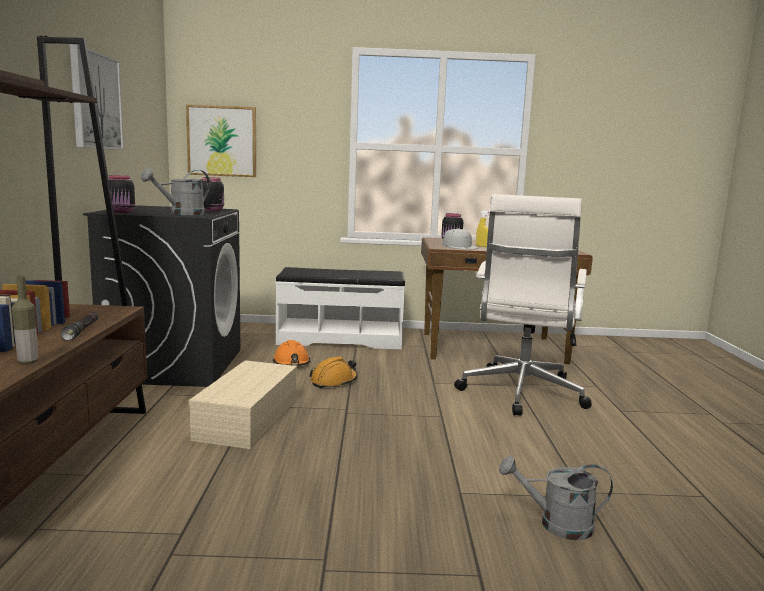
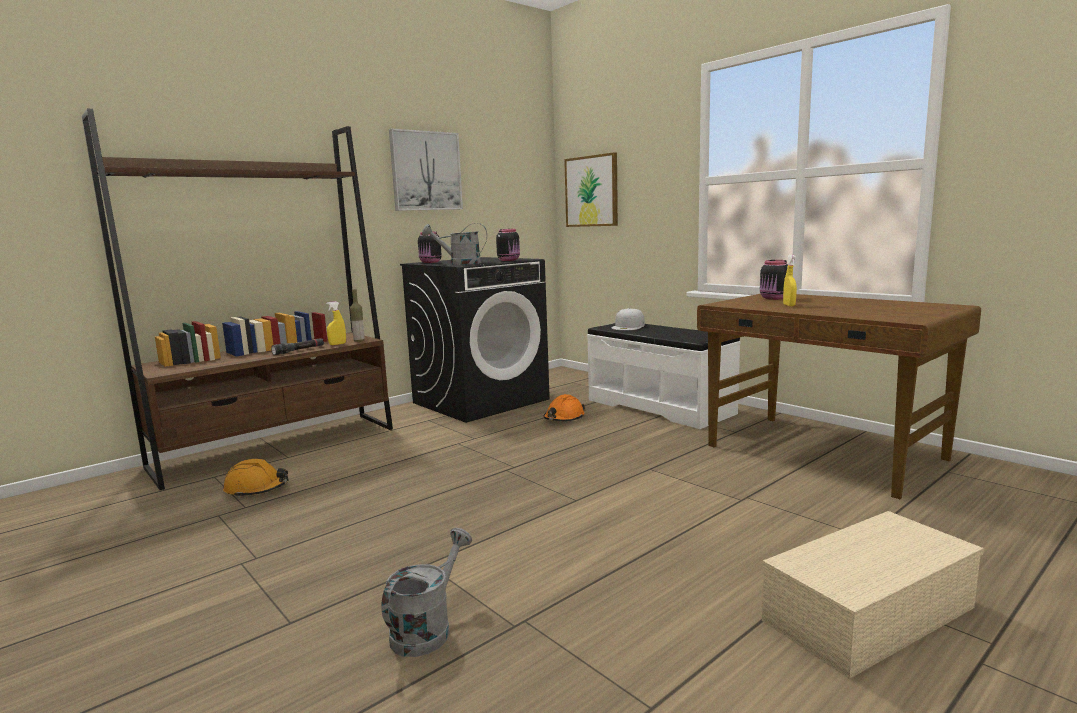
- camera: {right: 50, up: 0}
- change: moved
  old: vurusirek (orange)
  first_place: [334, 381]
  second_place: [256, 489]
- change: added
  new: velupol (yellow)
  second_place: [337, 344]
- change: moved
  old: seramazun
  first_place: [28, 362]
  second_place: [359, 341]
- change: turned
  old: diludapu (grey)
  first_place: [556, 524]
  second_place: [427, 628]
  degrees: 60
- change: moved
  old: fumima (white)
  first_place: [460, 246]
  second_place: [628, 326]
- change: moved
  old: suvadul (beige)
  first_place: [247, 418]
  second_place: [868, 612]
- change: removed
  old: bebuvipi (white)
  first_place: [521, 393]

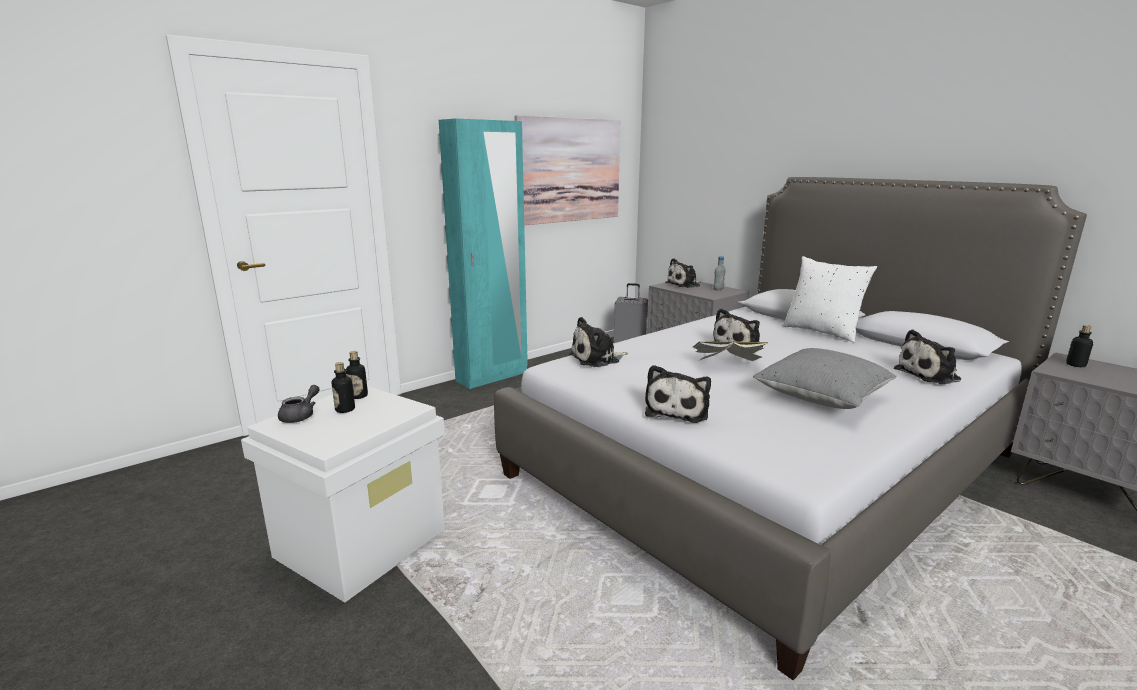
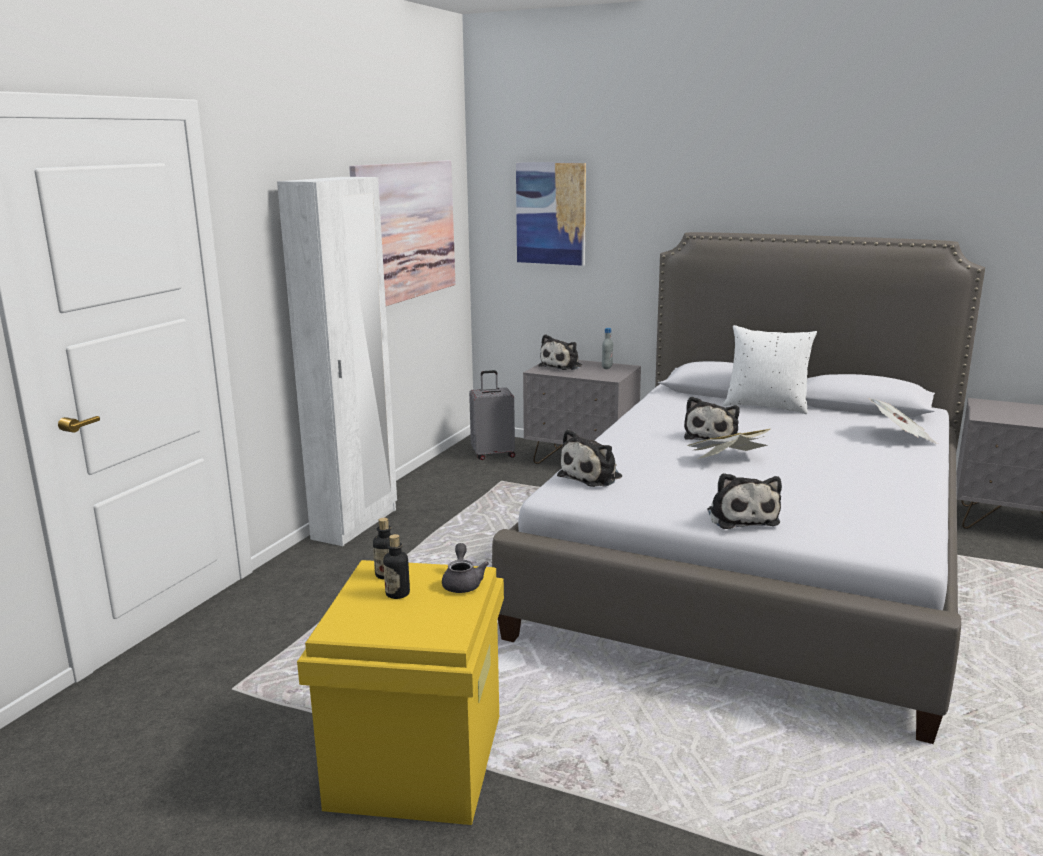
- camera: {right: -25, up: 0}
- change: recoloured
  old: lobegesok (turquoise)
  new: lobegesok (white)
  first_place: [492, 377]
  second_place: [356, 524]
- change: recoloured
  old: suvadul (white)
  new: suvadul (yellow)
  first_place: [362, 542]
  second_place: [416, 759]
- change: moved
  old: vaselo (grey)
  first_place: [301, 416]
  second_place: [462, 583]
- change: added
  new: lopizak
  second_place: [551, 213]
- change: replaced
  old: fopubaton
  new: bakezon
  first_place: [930, 375]
  second_place: [901, 438]
- change: removed
  old: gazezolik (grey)
  first_place: [821, 397]
- change: removed
  old: seramazun
  first_place: [1075, 365]

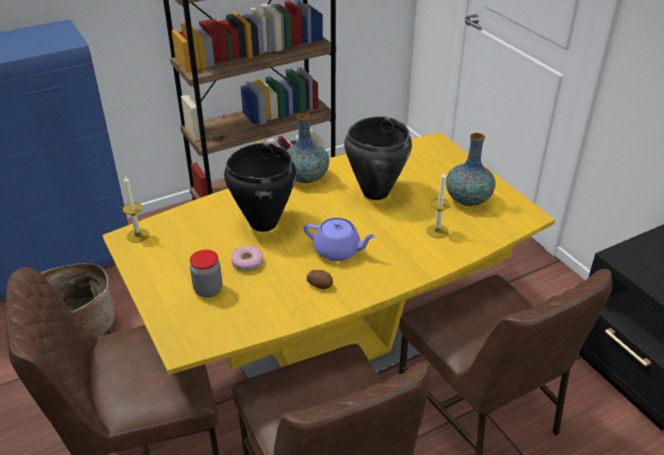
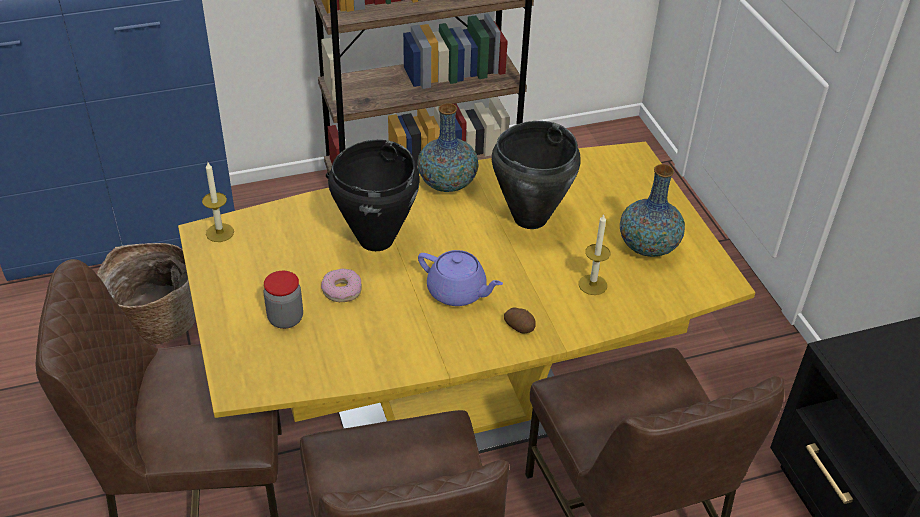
- camera: {right: 10, up: 5}
- change: moved
  old: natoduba
  first_place: [320, 285]
  second_place: [519, 326]

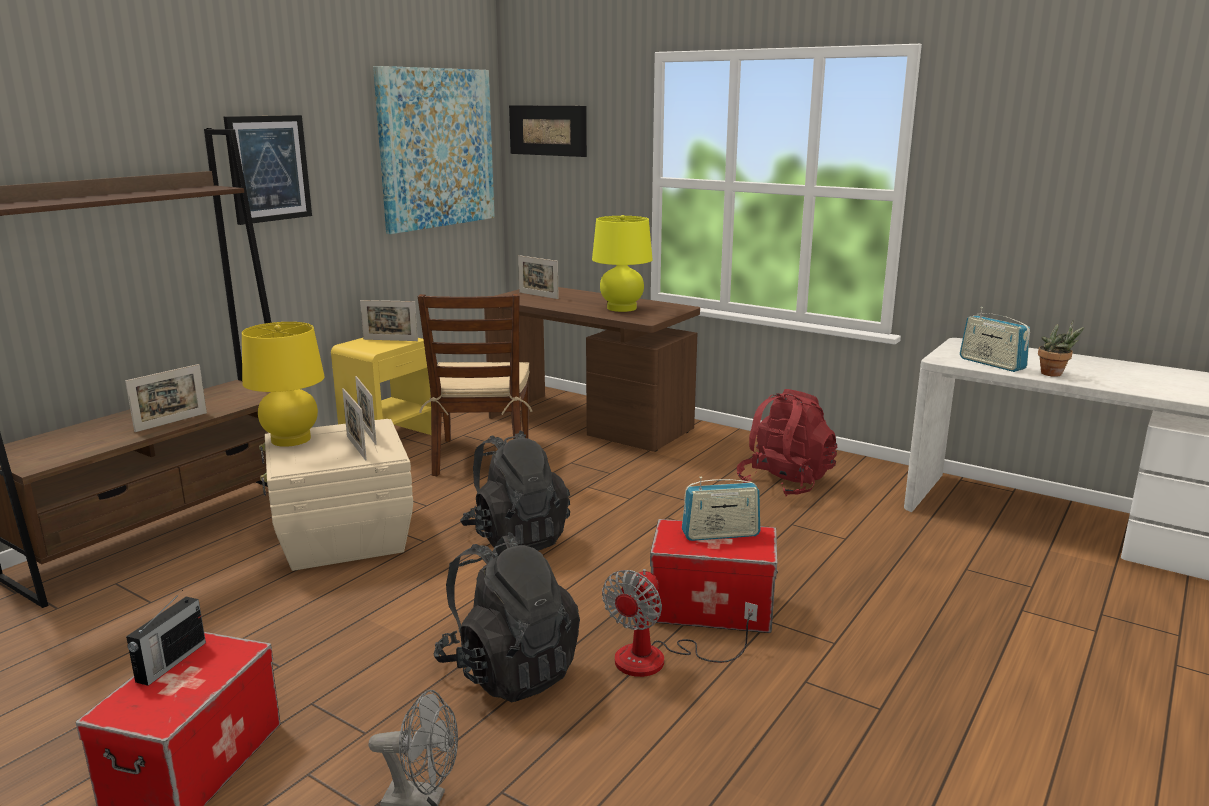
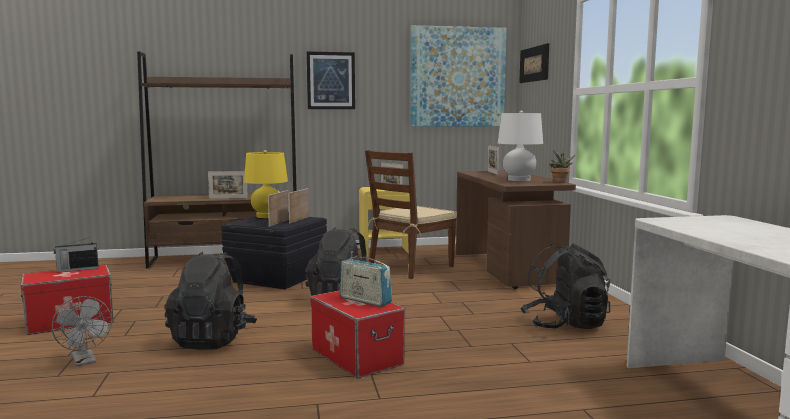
- camera: {right: 45, up: -10}
- change: recoloured
  old: suvadul (beige)
  new: suvadul (black)
  first_place: [342, 538]
  second_place: [276, 278]
- change: recoloured
  old: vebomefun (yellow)
  new: vebomefun (white)
  first_place: [621, 308]
  second_place: [519, 180]
- change: recoloured
  old: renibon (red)
  new: renibon (black)
  first_place: [785, 483]
  second_place: [564, 325]
- change: moved
  old: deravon
  first_place: [1054, 374]
  second_place: [559, 182]
- change: removed
  old: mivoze
  first_place: [658, 659]
- change: removed
  old: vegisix
  first_place: [991, 364]

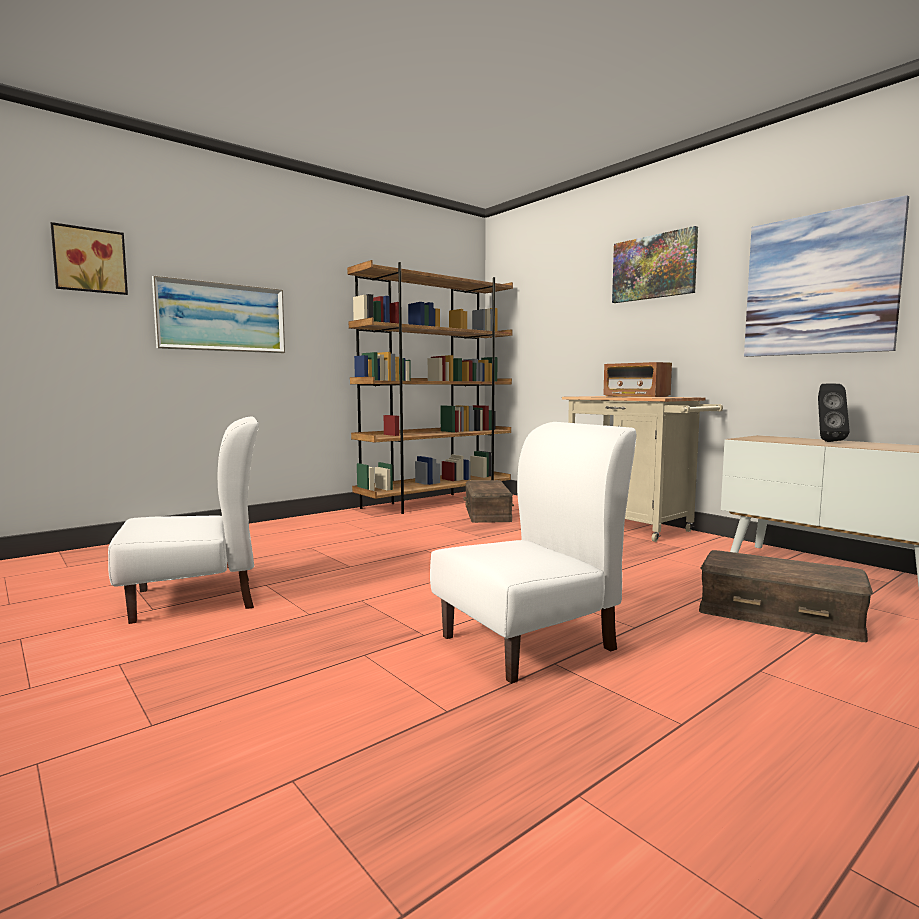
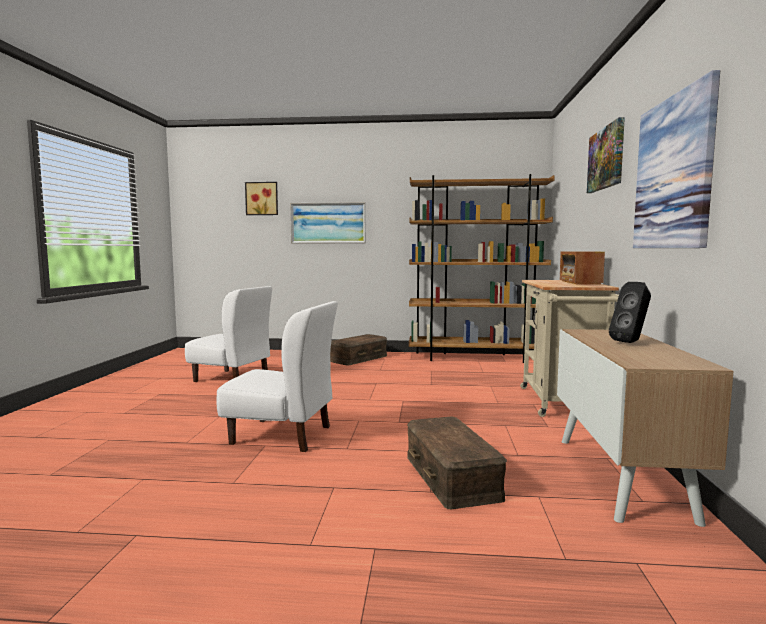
- camera: {right: 45, up: 0}
- change: moved
  old: suvadul (brown)
  first_place: [486, 513]
  second_place: [358, 358]

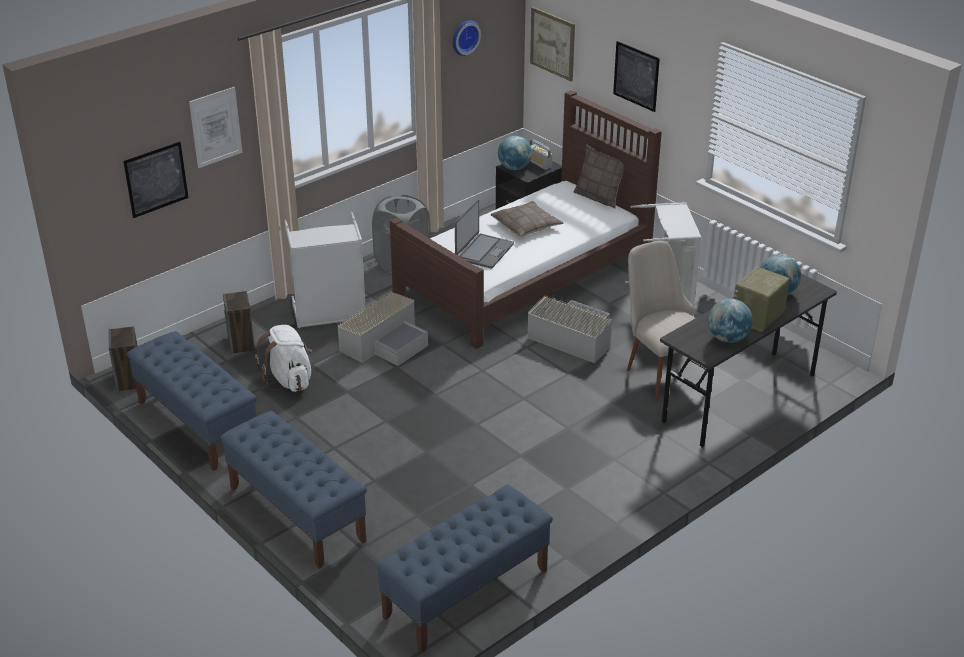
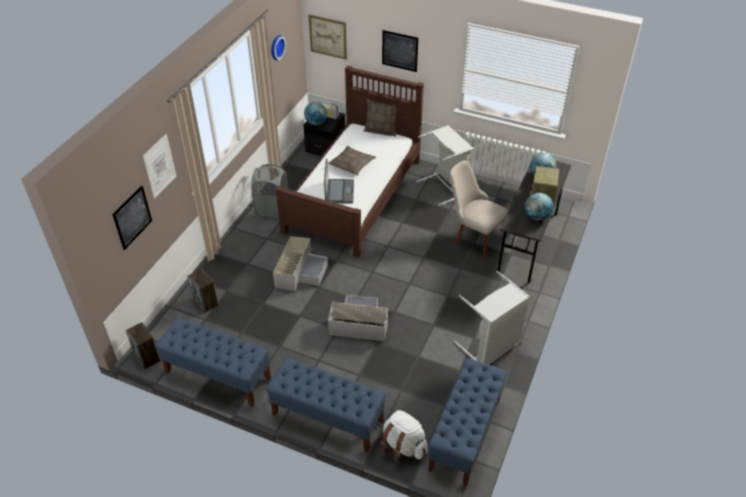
- camera: {right: -25, up: 10}
- change: moved
  old: suvadul (grey)
  first_place: [572, 337]
  second_place: [358, 323]
- change: moved
  old: renibon (white)
  first_place: [289, 380]
  second_place: [403, 446]
- change: moved
  old: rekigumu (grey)
  first_place: [329, 313]
  second_place: [491, 347]

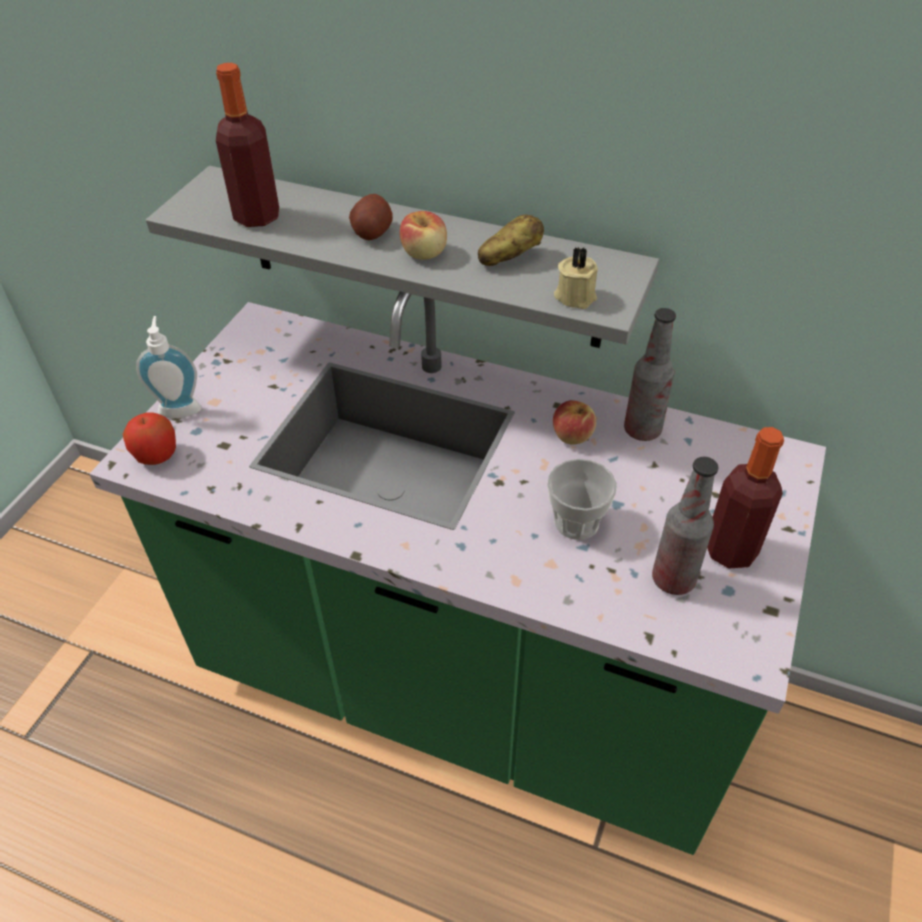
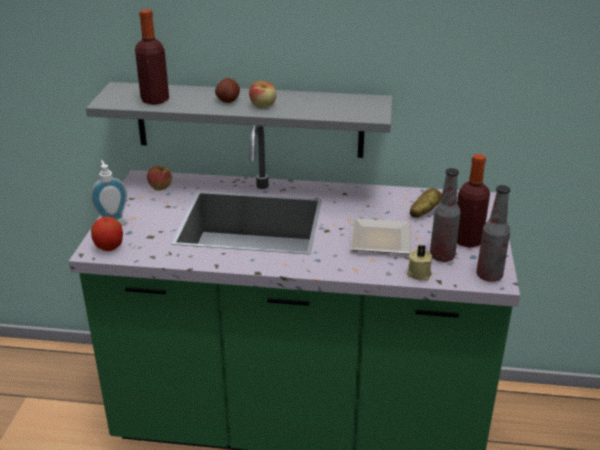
- camera: {right: -15, up: -15}
- change: moved
  old: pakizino
  first_place: [572, 435]
  second_place: [160, 187]
- change: replaced
  old: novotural
  new: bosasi
  first_place: [576, 522]
  second_place: [378, 241]
- change: moved
  old: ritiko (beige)
  first_place: [575, 295]
  second_place: [418, 273]
- change: moved
  old: natoduba
  first_place: [509, 258]
  second_place: [424, 212]
- change: moved
  old: seramazun
  first_place: [642, 430]
  second_place: [489, 276]

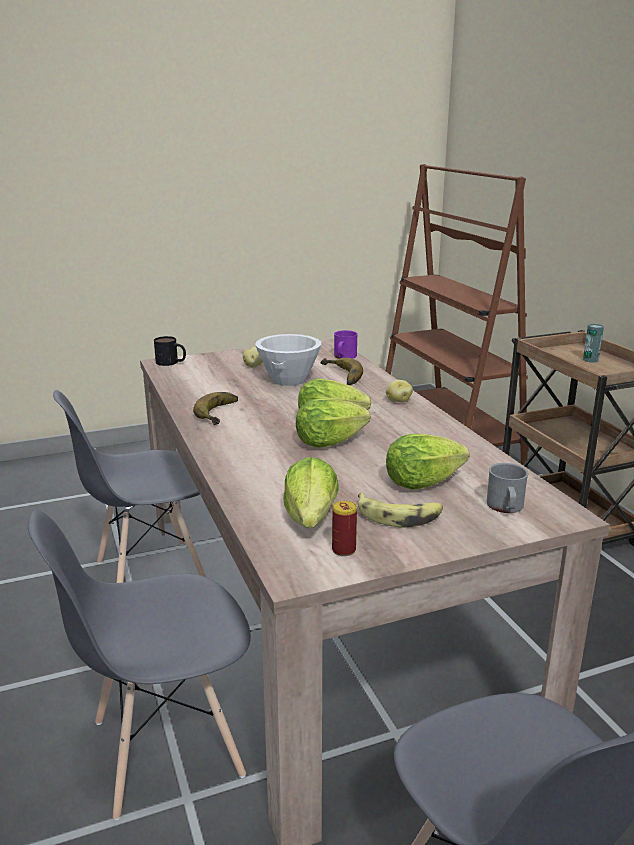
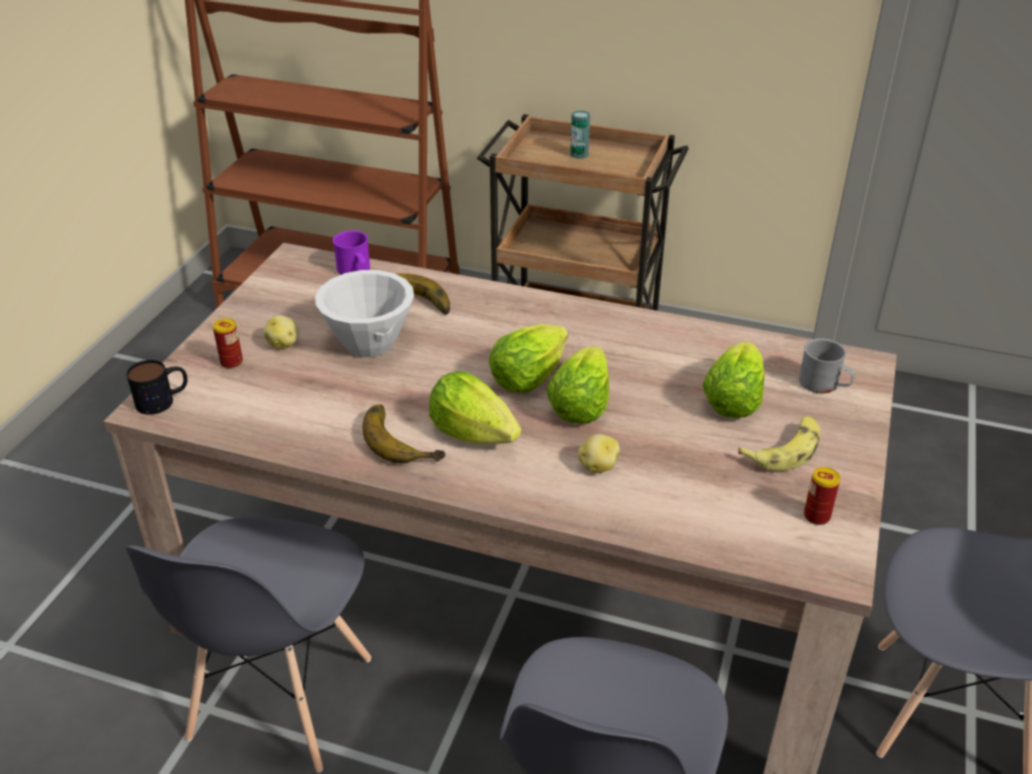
- camera: {right: -50, up: 15}
- change: added
  new: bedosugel
  second_place: [231, 362]
- change: moved
  old: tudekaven
  first_place: [311, 518]
  second_place: [472, 433]
- change: moved
  old: natoduba
  first_place: [398, 401]
  second_place: [597, 466]

